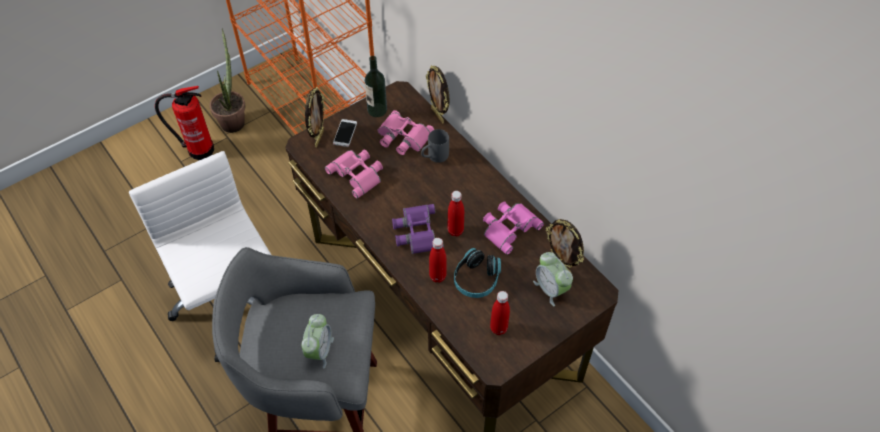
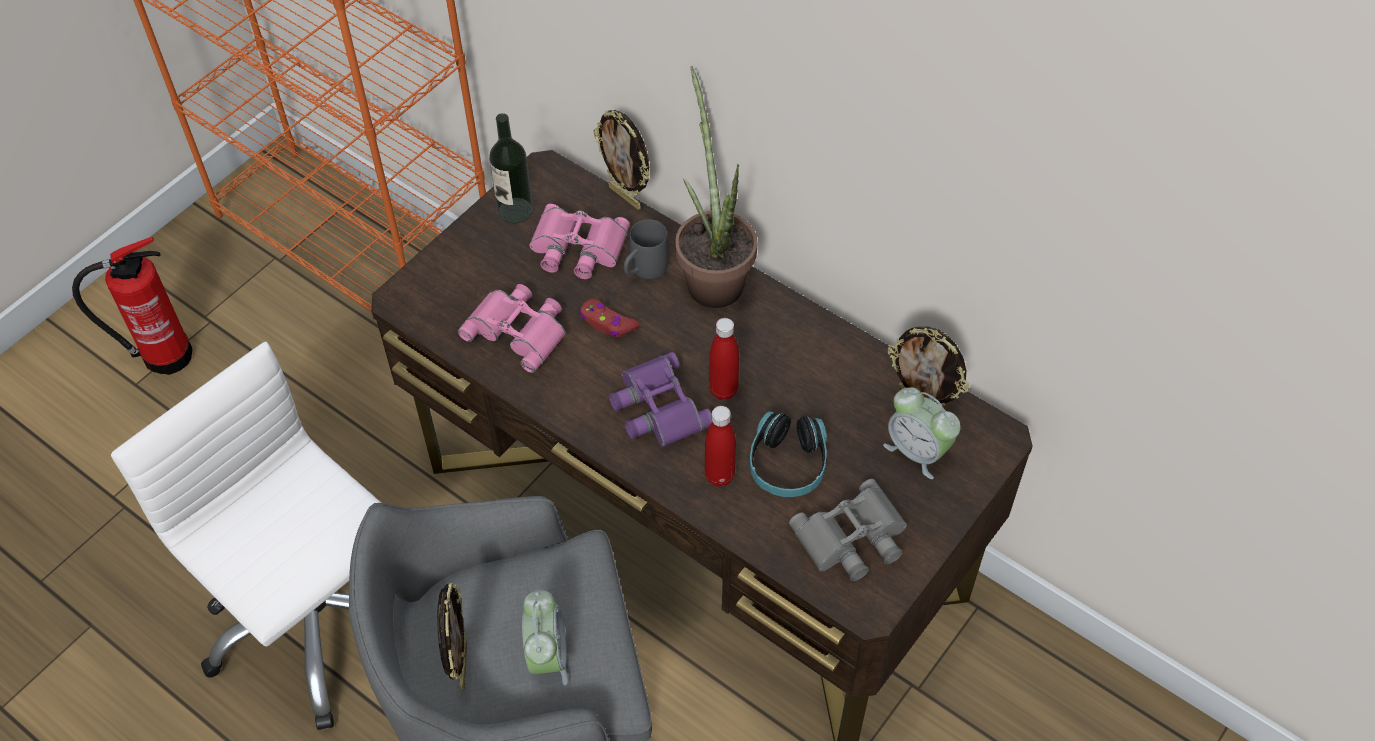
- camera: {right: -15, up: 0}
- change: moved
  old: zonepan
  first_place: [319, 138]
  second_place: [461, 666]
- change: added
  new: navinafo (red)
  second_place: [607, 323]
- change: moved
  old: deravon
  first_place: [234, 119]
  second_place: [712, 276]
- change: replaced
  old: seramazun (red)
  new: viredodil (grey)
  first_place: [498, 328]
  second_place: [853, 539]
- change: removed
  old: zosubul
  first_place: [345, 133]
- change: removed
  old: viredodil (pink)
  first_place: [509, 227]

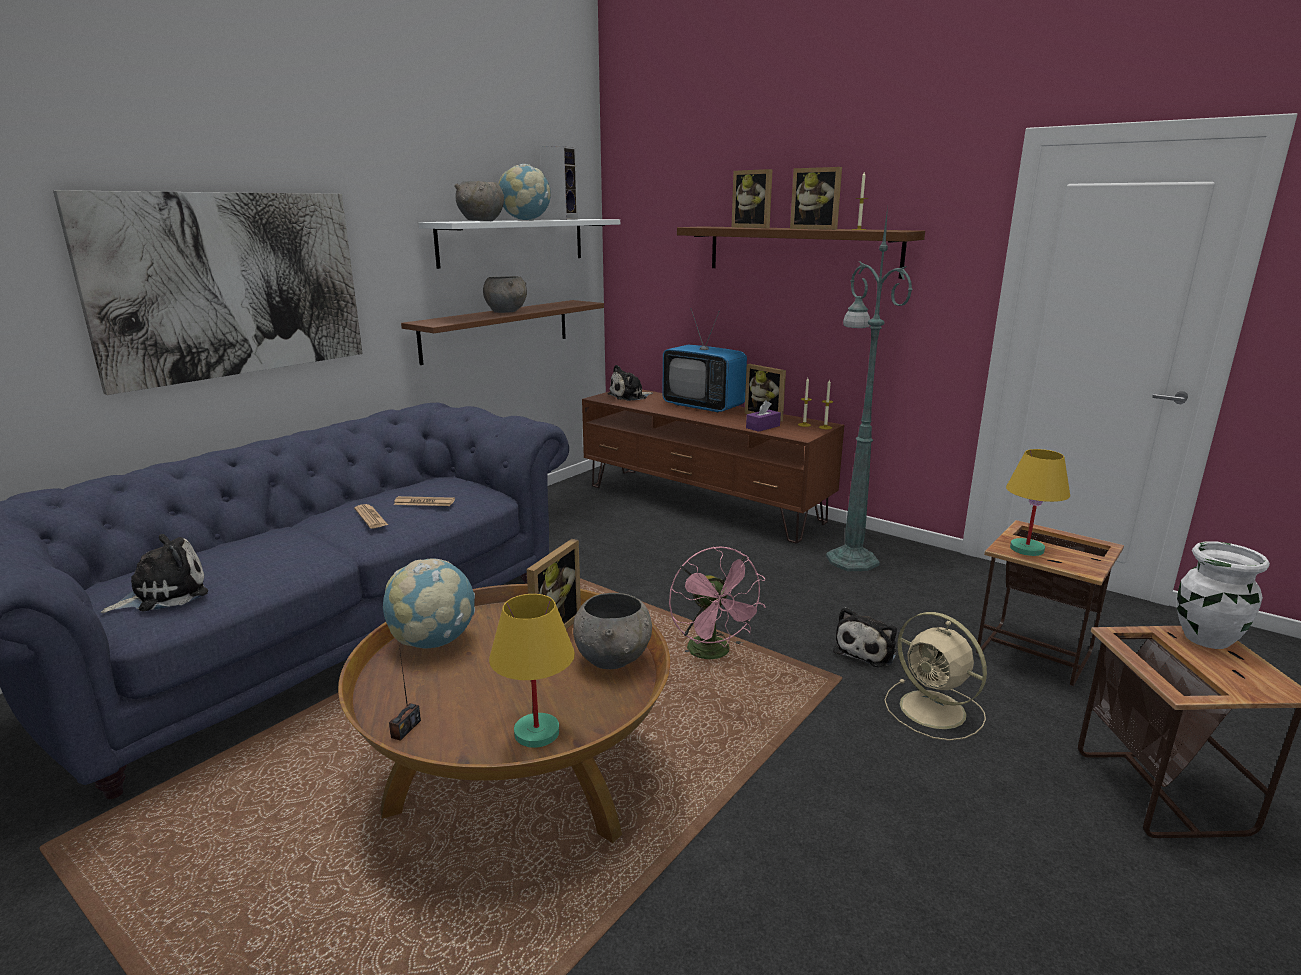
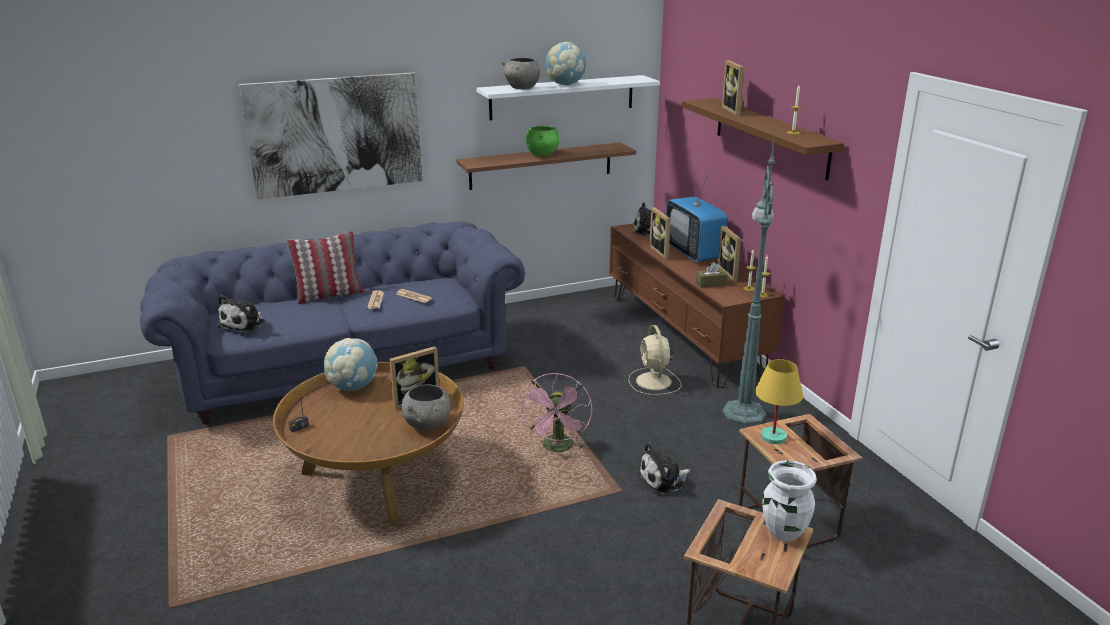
- camera: {right: 30, up: 5}
- change: turned
  old: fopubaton
  first_place: [164, 594]
  second_place: [244, 324]
  degrees: 120
- change: added
  new: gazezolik
  second_place: [329, 295]
- change: recoloured
  old: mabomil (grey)
  new: mabomil (green)
  first_place: [506, 312]
  second_place: [542, 154]
- change: moved
  old: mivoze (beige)
  first_place: [935, 711]
  second_place: [654, 382]
- change: moved
  old: zonepan
  first_place: [816, 229]
  second_place: [662, 252]
- change: recoloured
  old: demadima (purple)
  new: demadima (brown)
  first_place: [763, 427]
  second_place: [711, 283]
- change: removed
  old: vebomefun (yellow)
  first_place: [536, 732]
- change: removed
  old: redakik
  first_place: [561, 219]

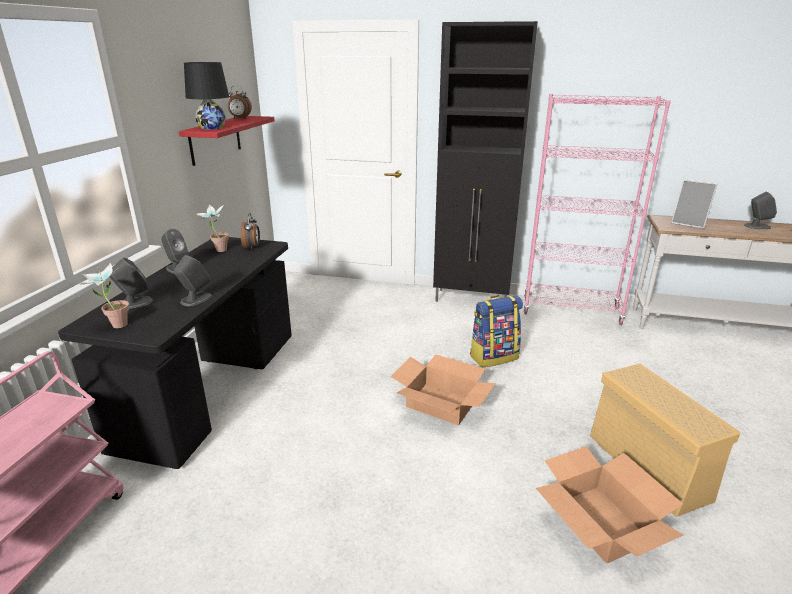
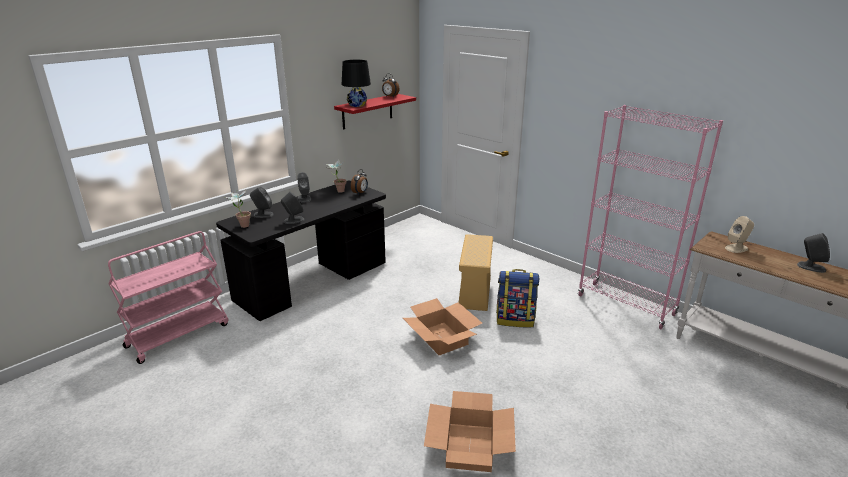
- camera: {right: 30, up: 0}
- change: moved
  old: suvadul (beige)
  first_place: [649, 468]
  second_place: [475, 292]
- change: replaced
  old: zonepan
  new: redakik (beige)
  first_place: [689, 223]
  second_place: [736, 248]
- change: removed
  old: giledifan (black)
  first_place: [472, 299]

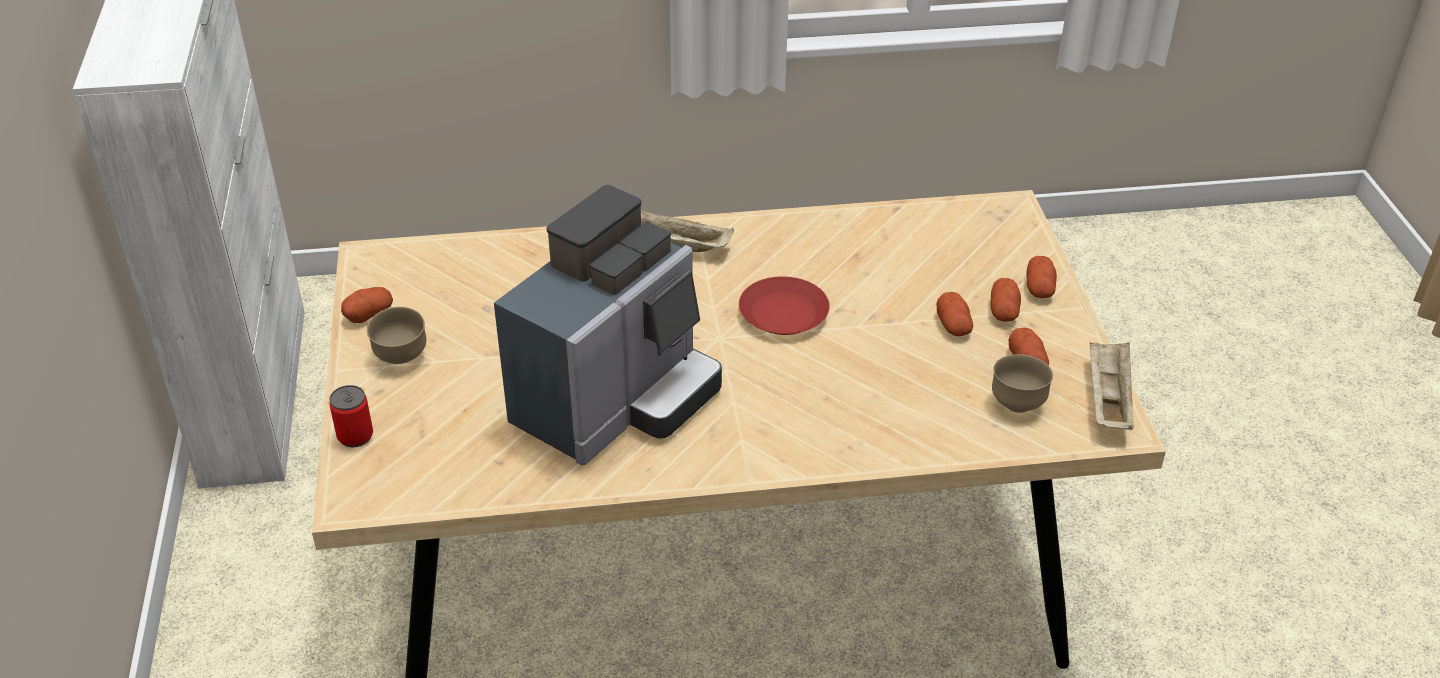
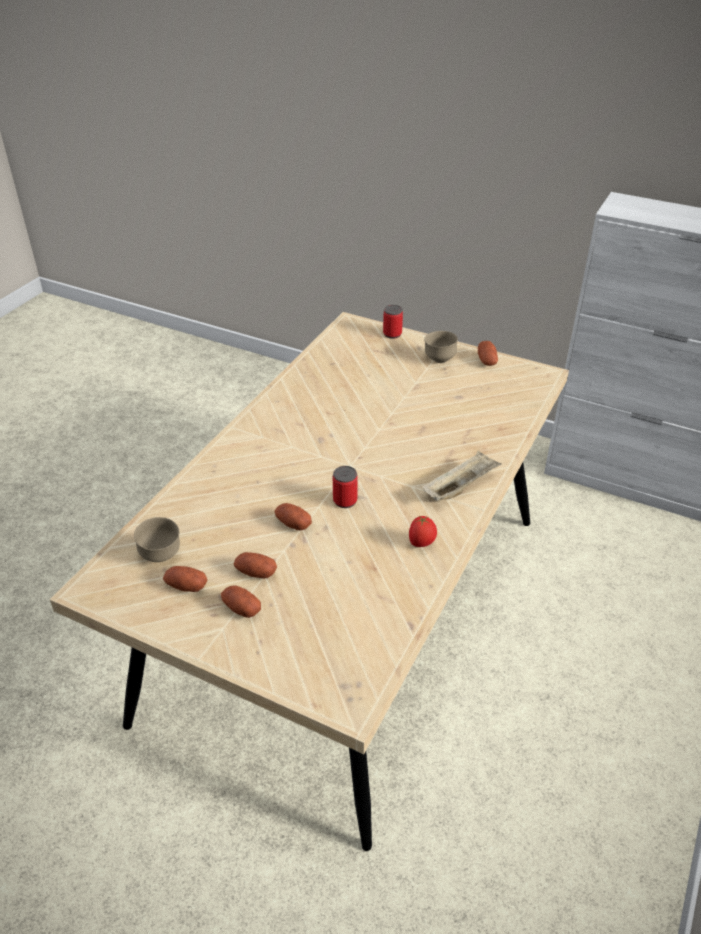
- camera: {right: 125, up: 0}
- change: moved
  old: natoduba
  first_place: [1039, 288]
  second_place: [293, 524]
- change: replaced
  old: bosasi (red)
  new: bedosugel
  first_place: [783, 314]
  second_place: [345, 500]
- change: added
  new: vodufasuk
  second_place: [421, 543]
- change: removed
  old: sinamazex
  first_place: [617, 401]
- change: removed
  old: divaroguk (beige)
  first_place: [1107, 399]

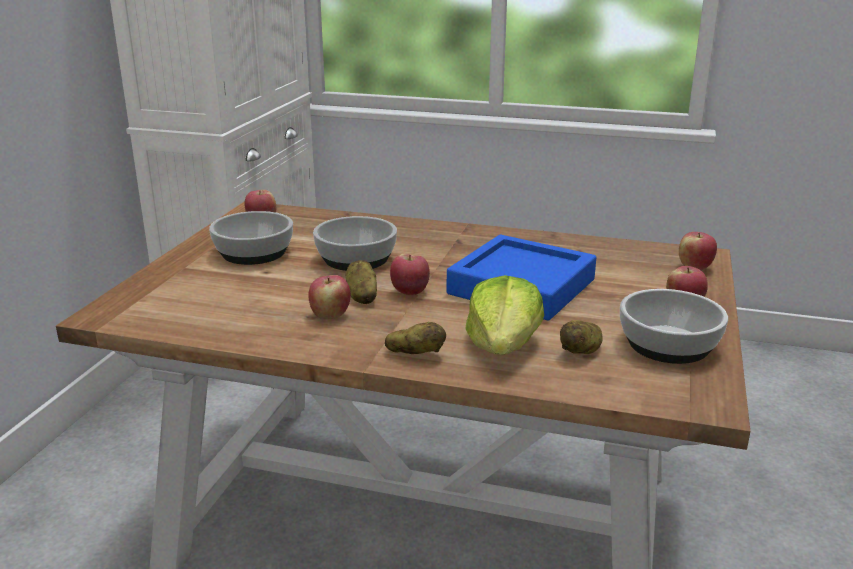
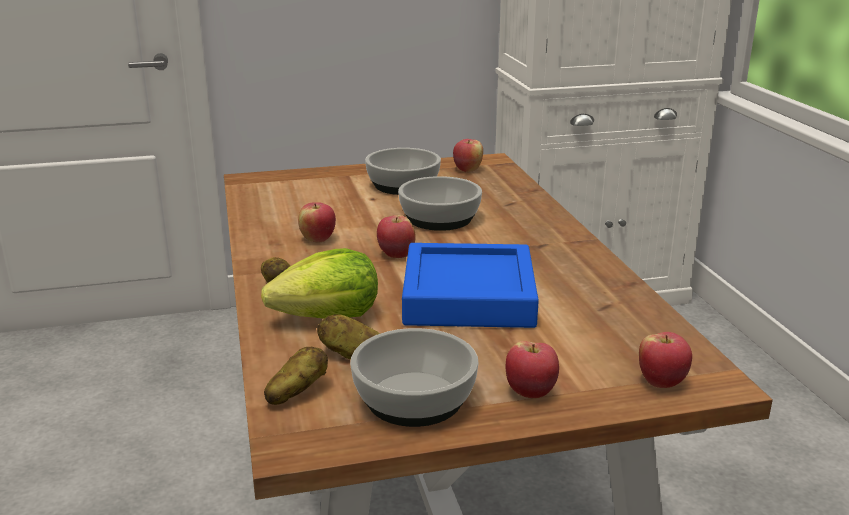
- camera: {right: 60, up: 0}
- change: moved
  old: natoduba
  first_place: [361, 296]
  second_place: [296, 393]

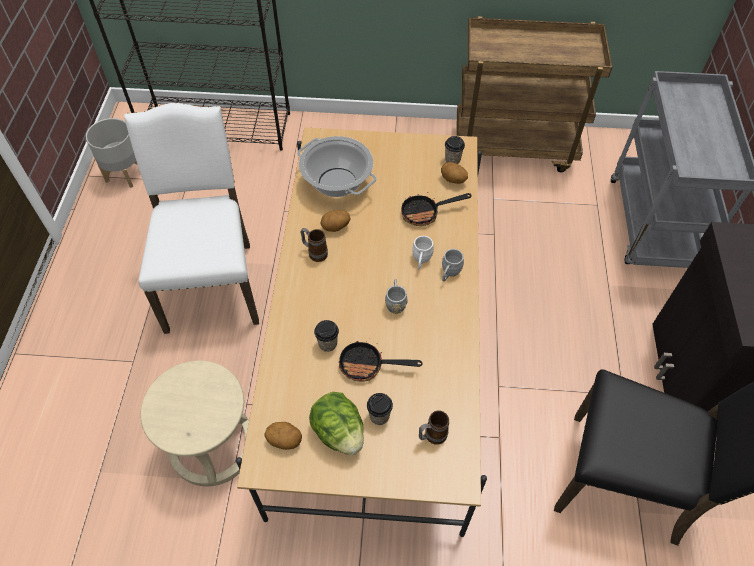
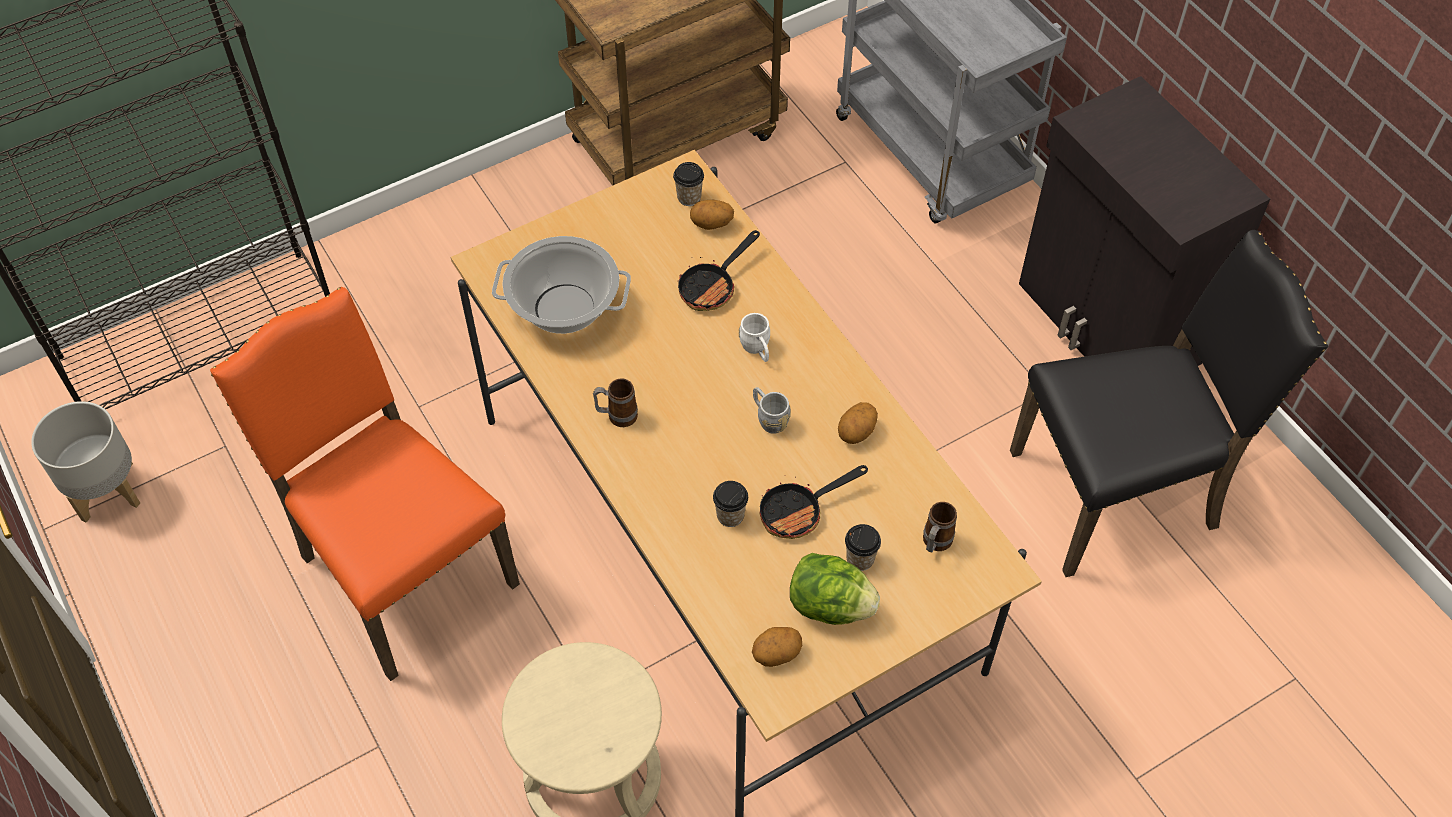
- camera: {right: -35, up: 0}
- change: recoloured
  old: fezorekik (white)
  new: fezorekik (orange)
  first_place: [212, 283]
  second_place: [401, 570]
- change: moved
  old: natoduba
  first_place: [336, 227]
  second_place: [857, 432]
- change: removed
  old: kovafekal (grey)
  first_place: [449, 273]

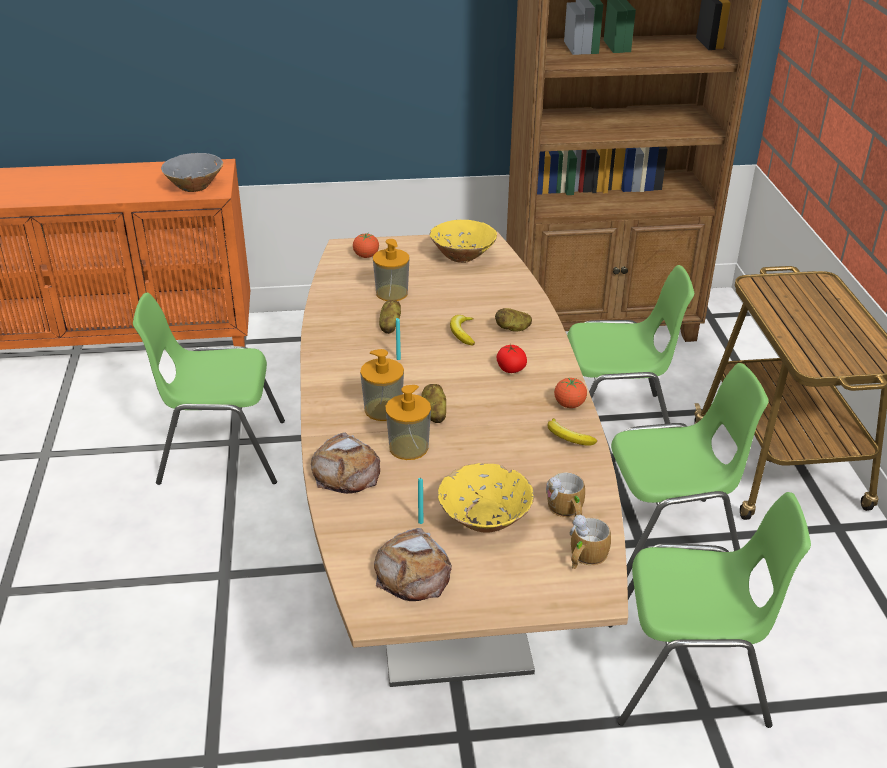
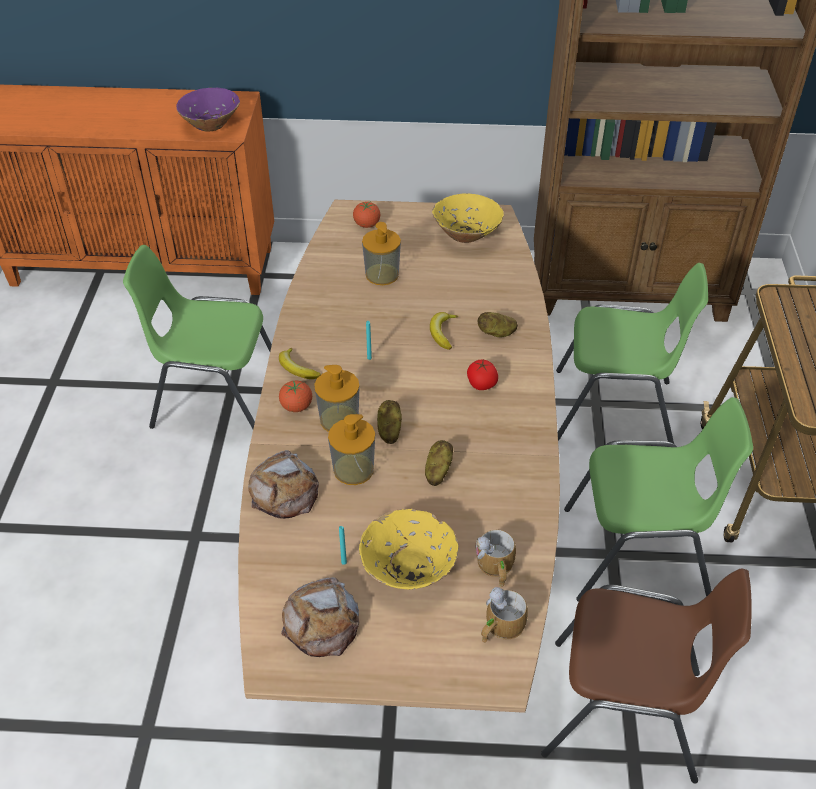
- camera: {right: 10, up: 10}
- change: recoloured
  old: mabomil (grey)
  new: mabomil (purple)
  first_place: [195, 187]
  second_place: [211, 125]
- change: moved
  old: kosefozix
  first_place: [568, 438]
  second_place: [297, 369]
- change: moved
  old: vodufasuk
  first_place: [569, 405]
  second_place: [296, 407]
- change: moved
  old: natoduba
  first_place: [389, 326]
  second_place: [437, 471]
- change: recoloured
  old: fezorekik (green)
  new: fezorekik (brown)
  first_place: [689, 676]
  second_place: [625, 712]

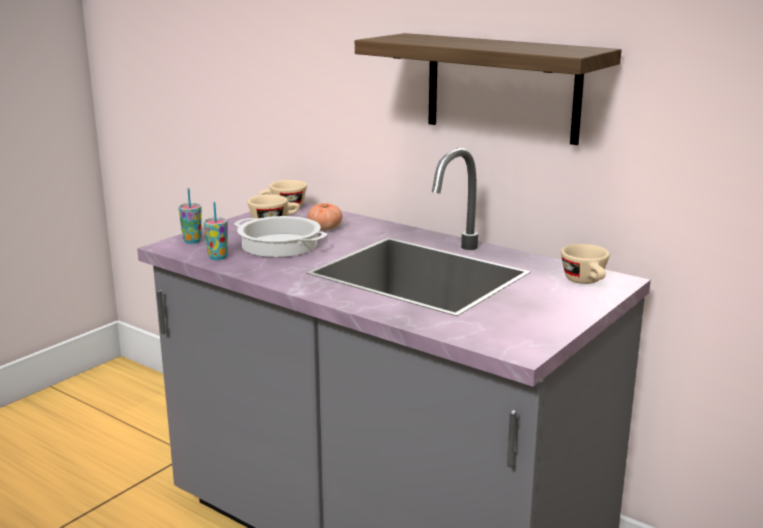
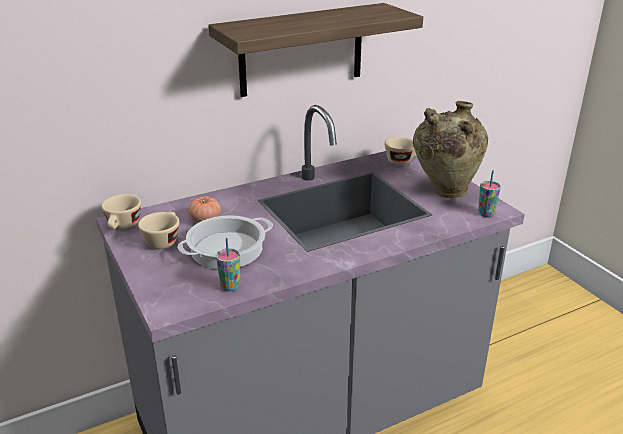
- camera: {right: -65, up: 10}
- change: added
  new: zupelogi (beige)
  second_place: [444, 192]
- change: moved
  old: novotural
  first_place: [192, 241]
  second_place: [486, 213]

